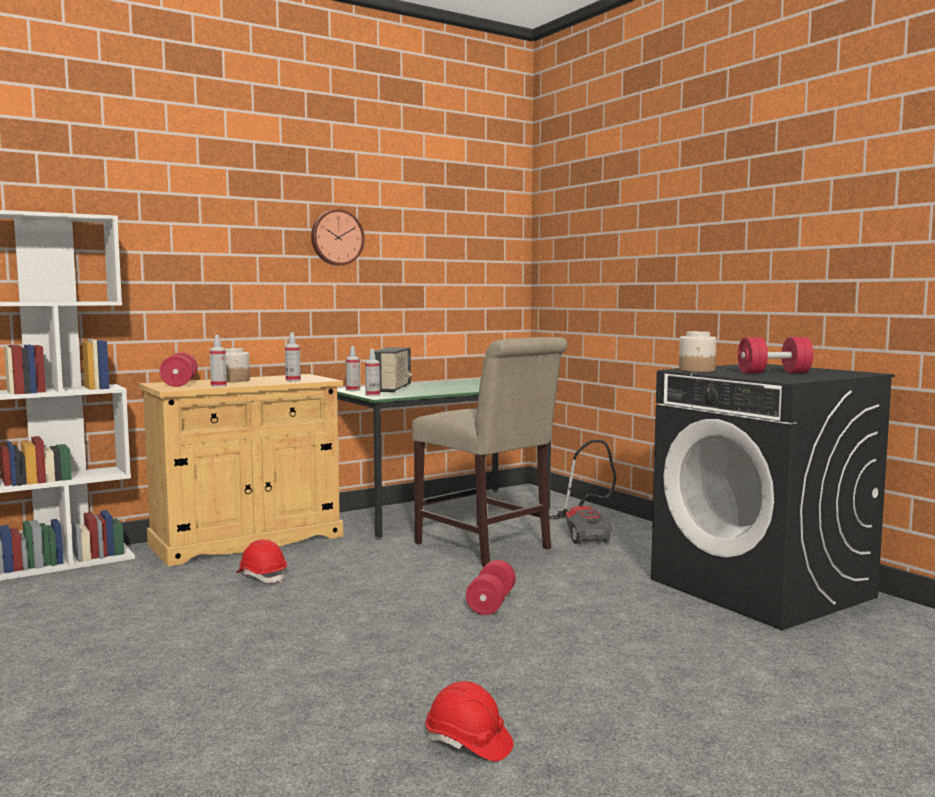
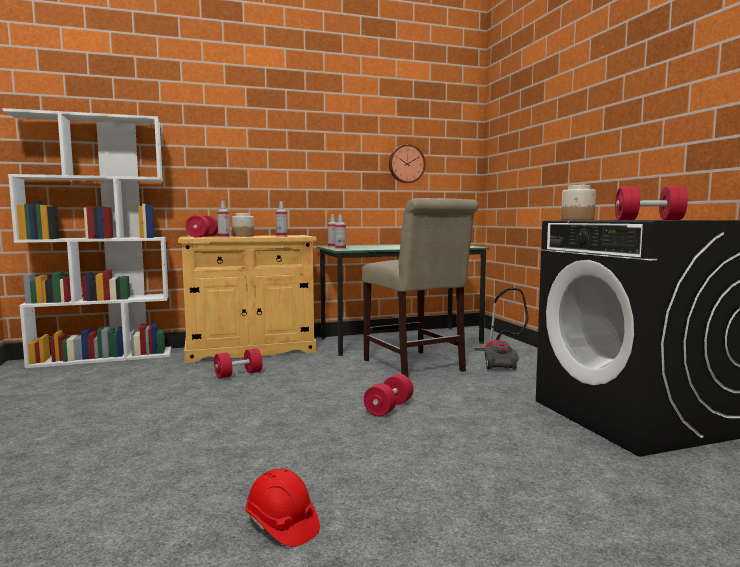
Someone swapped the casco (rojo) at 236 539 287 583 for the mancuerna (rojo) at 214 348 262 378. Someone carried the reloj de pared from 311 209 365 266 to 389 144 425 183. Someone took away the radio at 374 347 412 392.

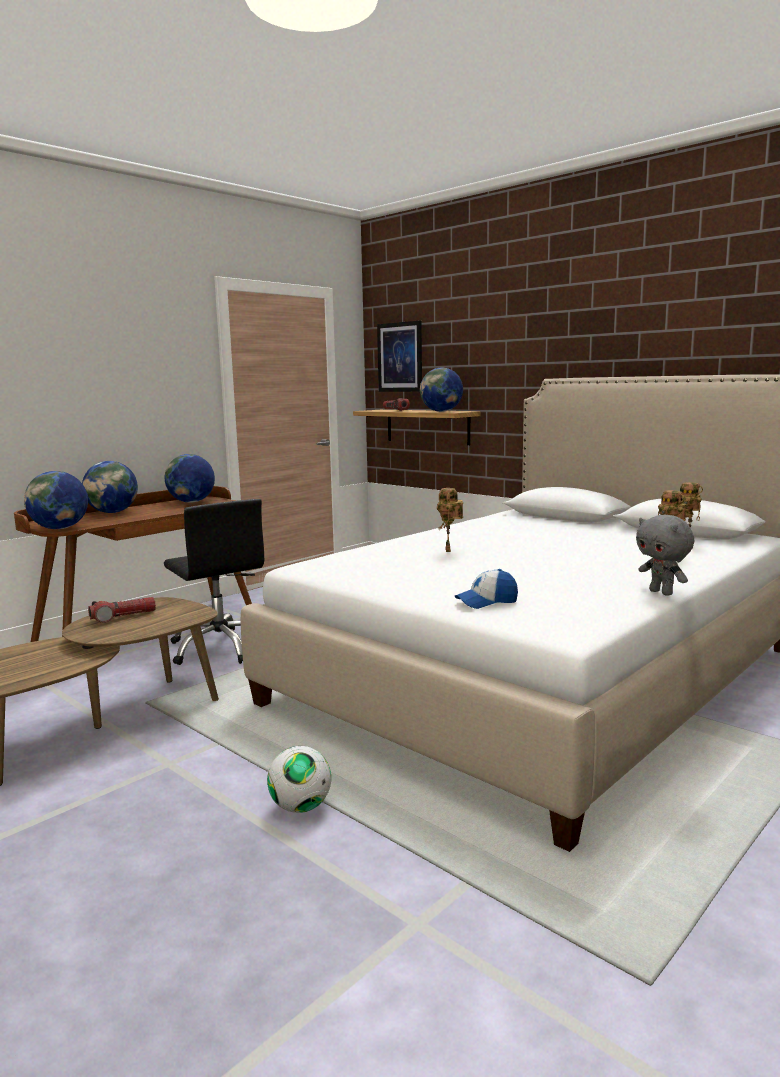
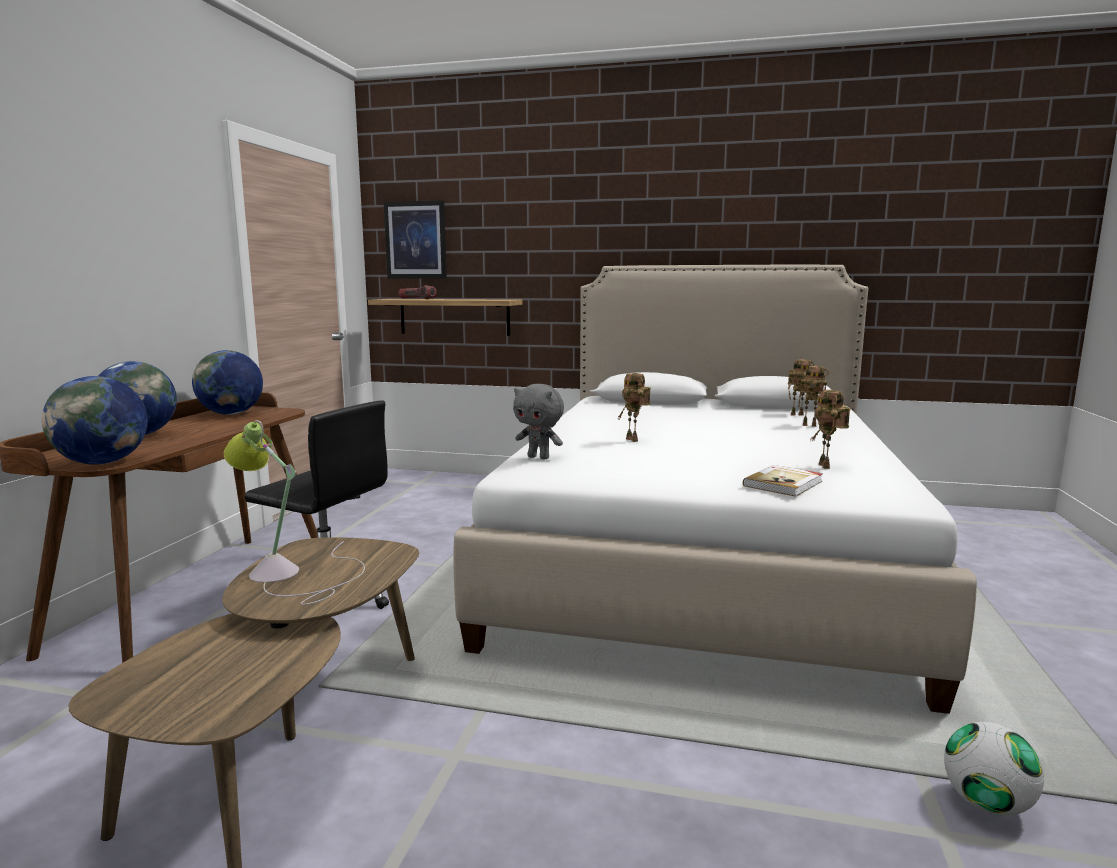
Someone swapped the linterna at 88 597 156 623 for the lámpara de mesa at 224 420 365 605. Someone carried the peluche (gris) from 636 515 694 596 to 513 384 564 459. Someone swapped the gorra at 455 569 518 609 for the libro at 743 465 823 497. Someone put down the robot de juguete at 810 390 851 469. Someone carried the balón de fútbol from 267 746 331 813 to 944 722 1044 816. Someone took away the globo terráqueo at 420 368 463 412.

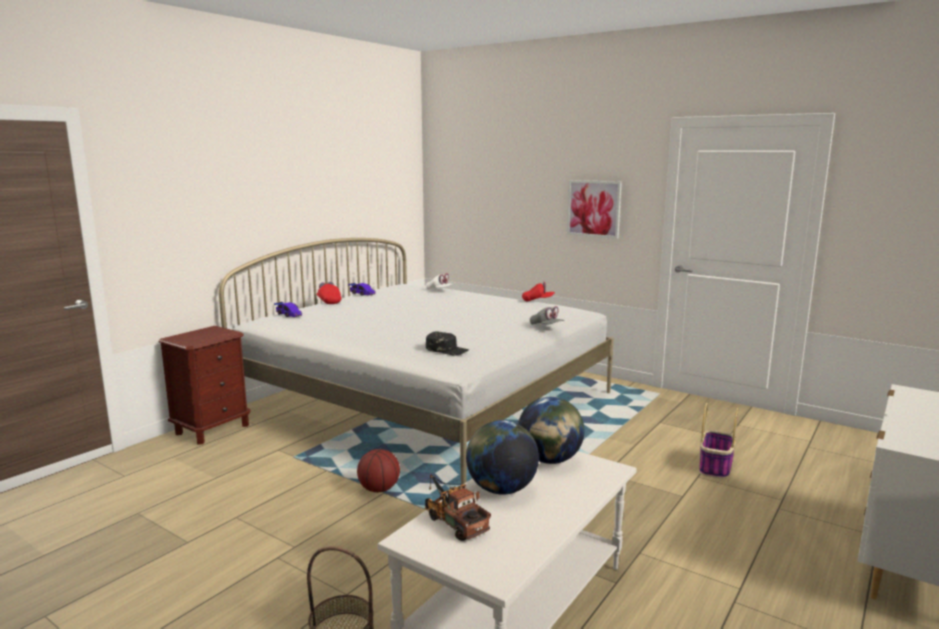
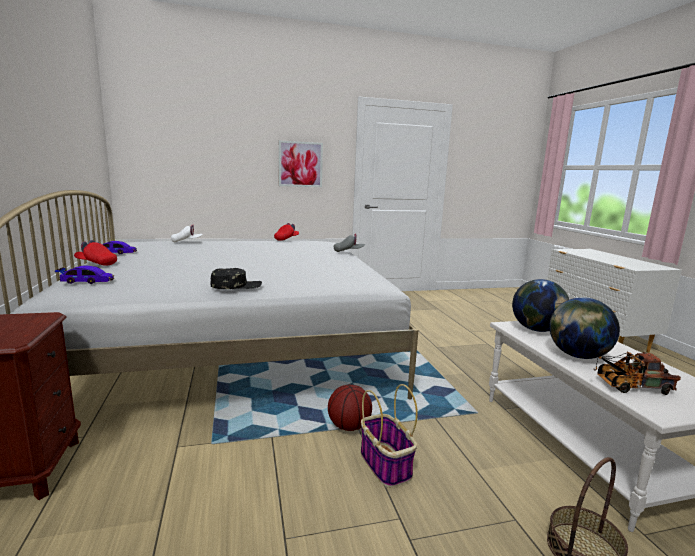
Someone carried the gorra (negro) from 426 331 469 356 to 210 268 262 289. Someone carried the cesta from 699 403 738 479 to 361 384 418 488.

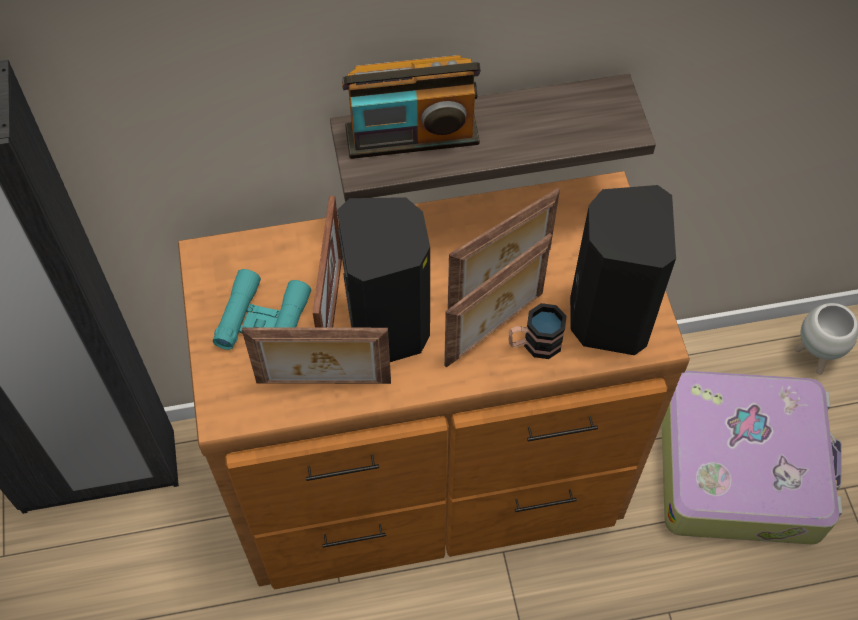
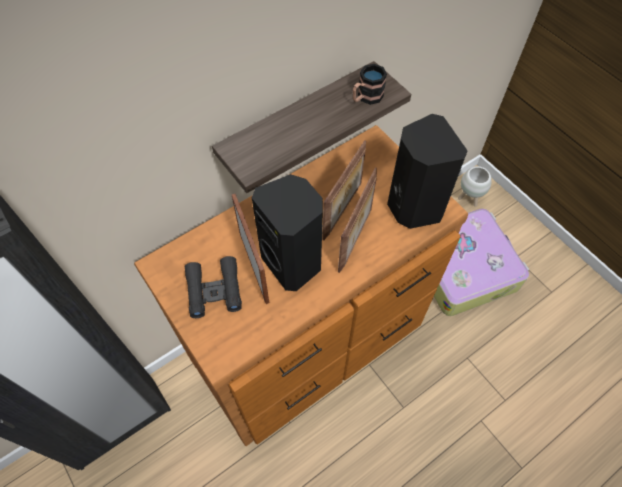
Someone repainted the prismáticos (turquesa) at 213 269 311 350, which became the prismáticos (negro) at 185 256 242 318. Someone carried the taza grande from 509 303 566 359 to 353 64 387 105. Someone took away the portarretratos at 242 327 391 384. Someone took away the radio at 342 55 481 159.

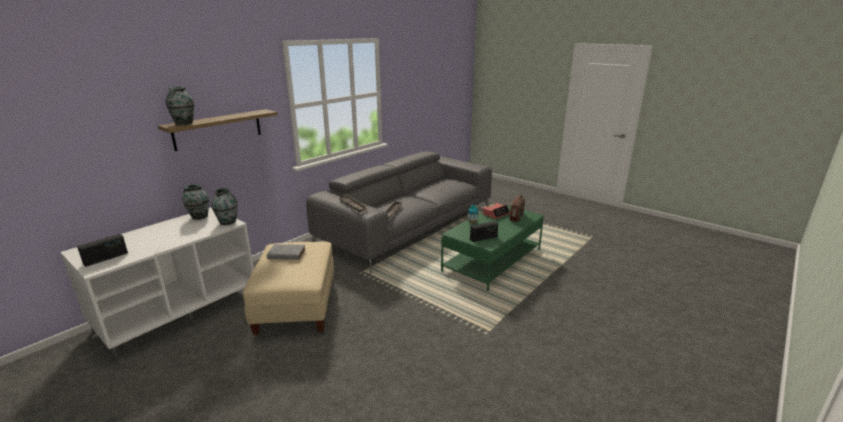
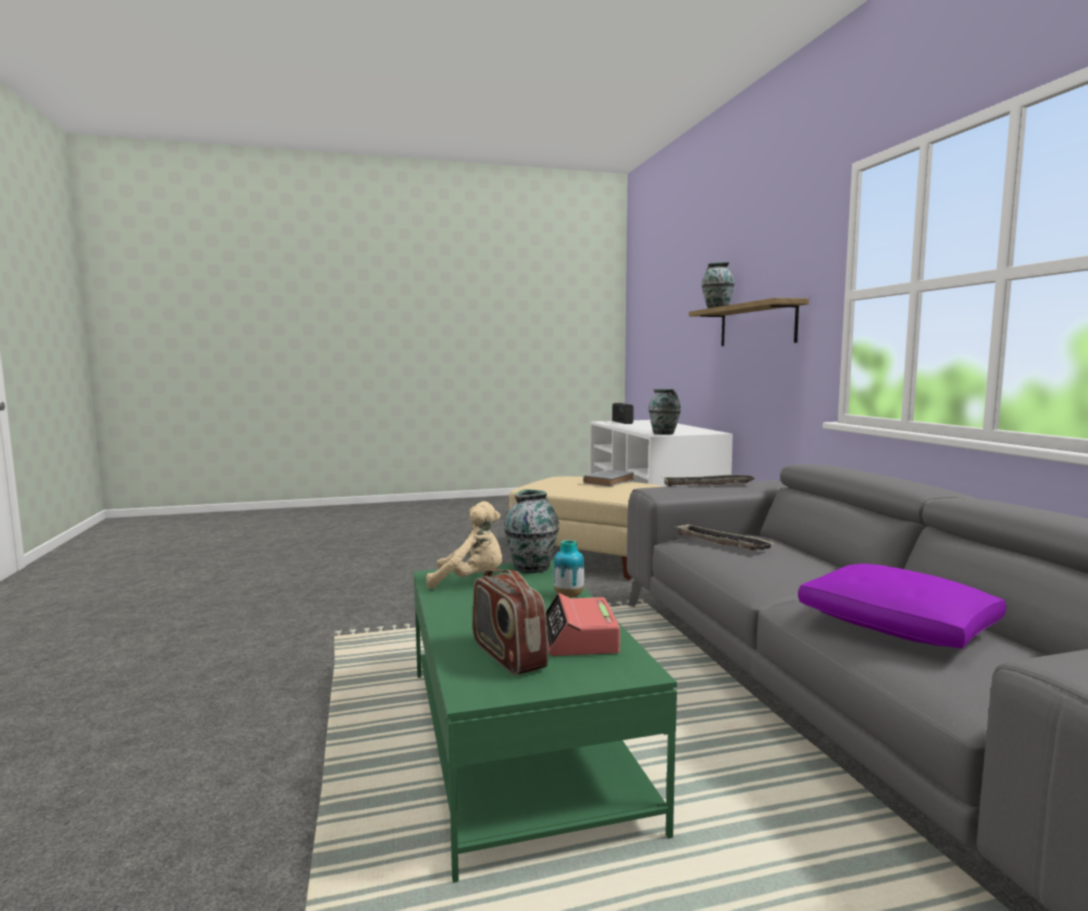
Someone swapped the radio at 470 221 498 242 for the peluche (beis) at 426 501 502 589. Someone carried the florero from 182 184 209 220 to 504 490 559 573. Someone put down the cojín (morado) at 798 564 1006 649.

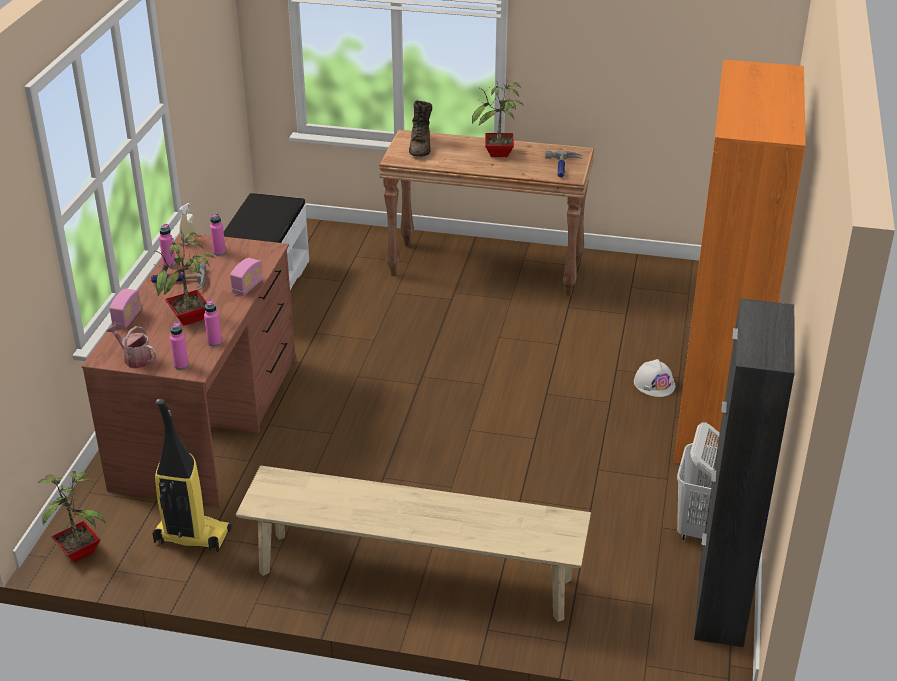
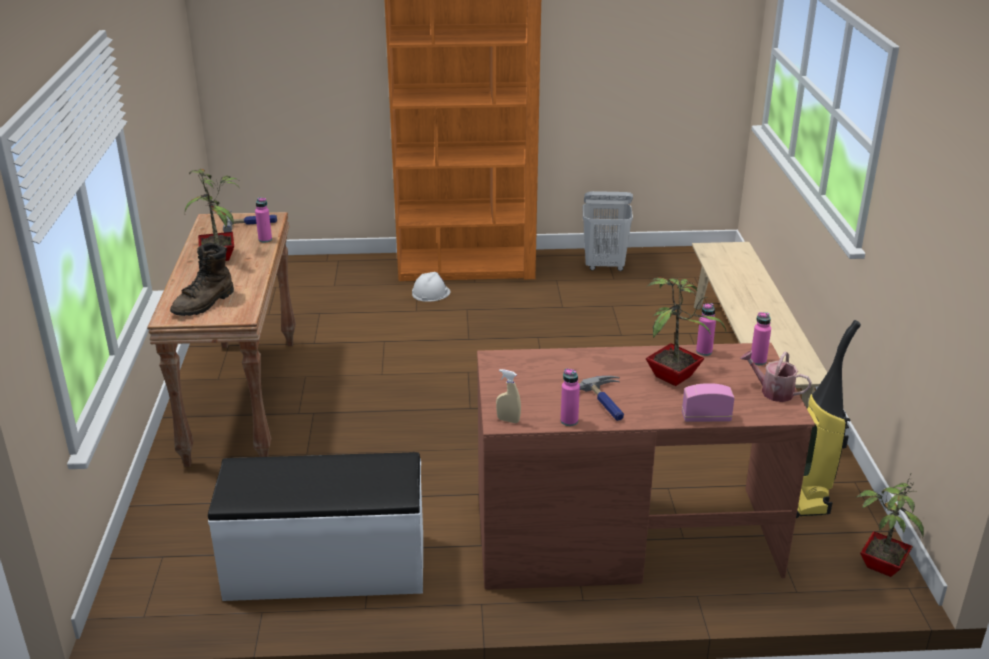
Someone rotated the bota (marrón) at 409 101 432 157 by 135 degrees clockwise. Someone carried the botella (rosa) from 210 213 226 255 to 255 198 272 243. Someone rotated the regadera at 107 324 157 368 by 105 degrees clockwise. Someone took away the radio at 230 258 263 296. Someone took away the armario (negro) at 694 298 795 647.

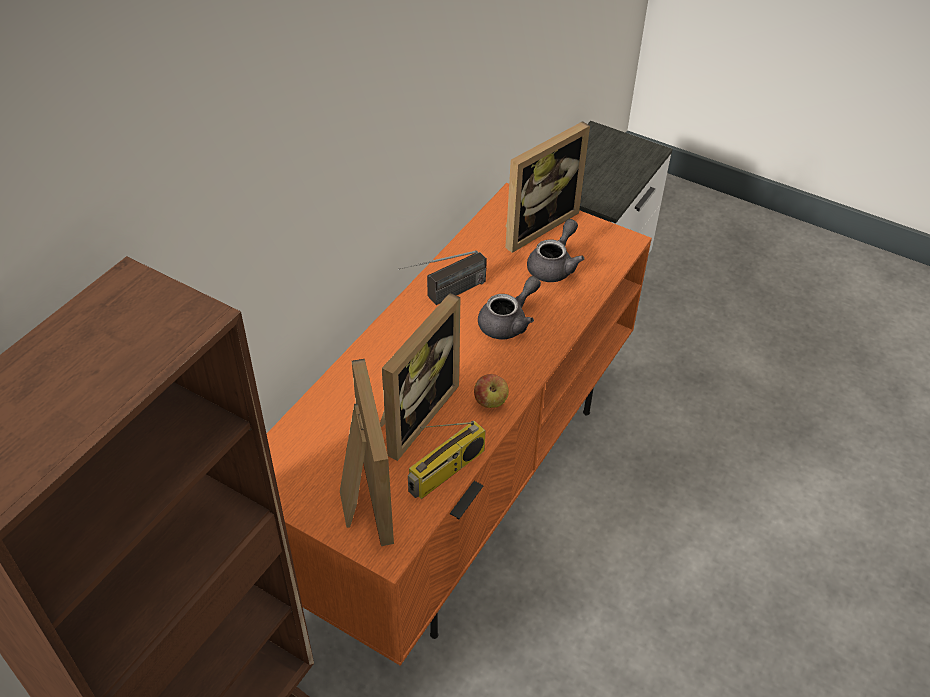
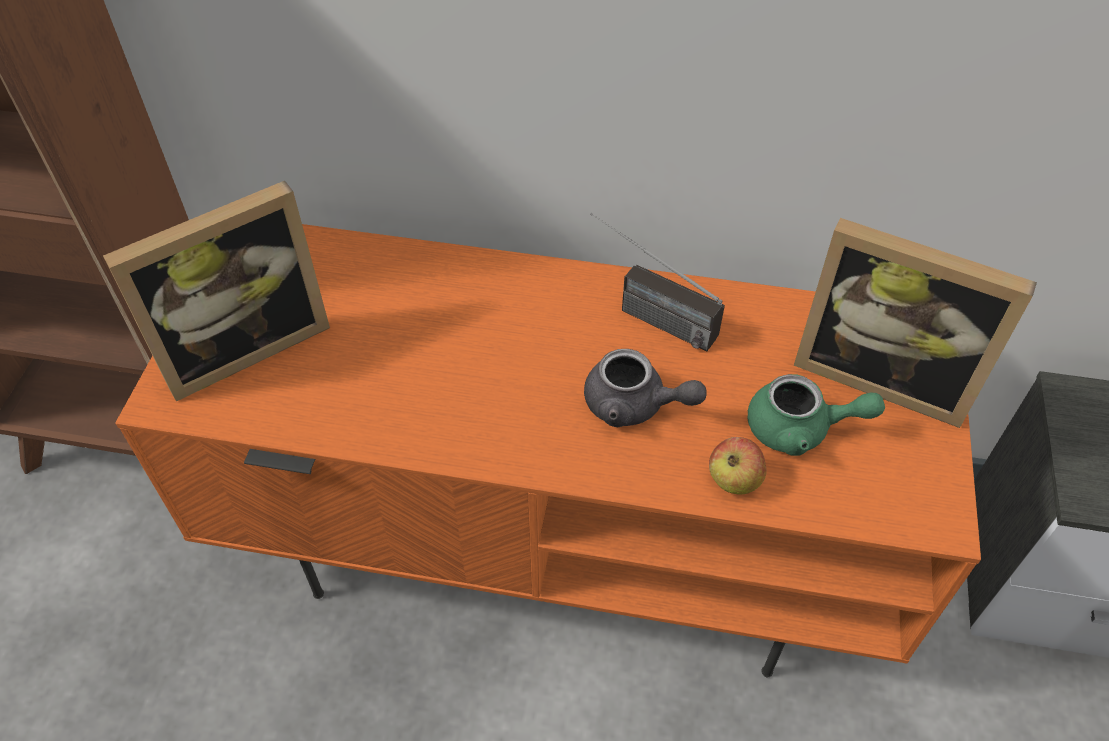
Someone carried the manzana from 474 374 509 408 to 709 437 767 495. Someone repainted the tetera (gris) at 527 219 584 282, which became the tetera (verde) at 747 374 885 456. Someone took away the portarretratos at 380 293 460 461. Someone took away the radio at 408 421 486 499.

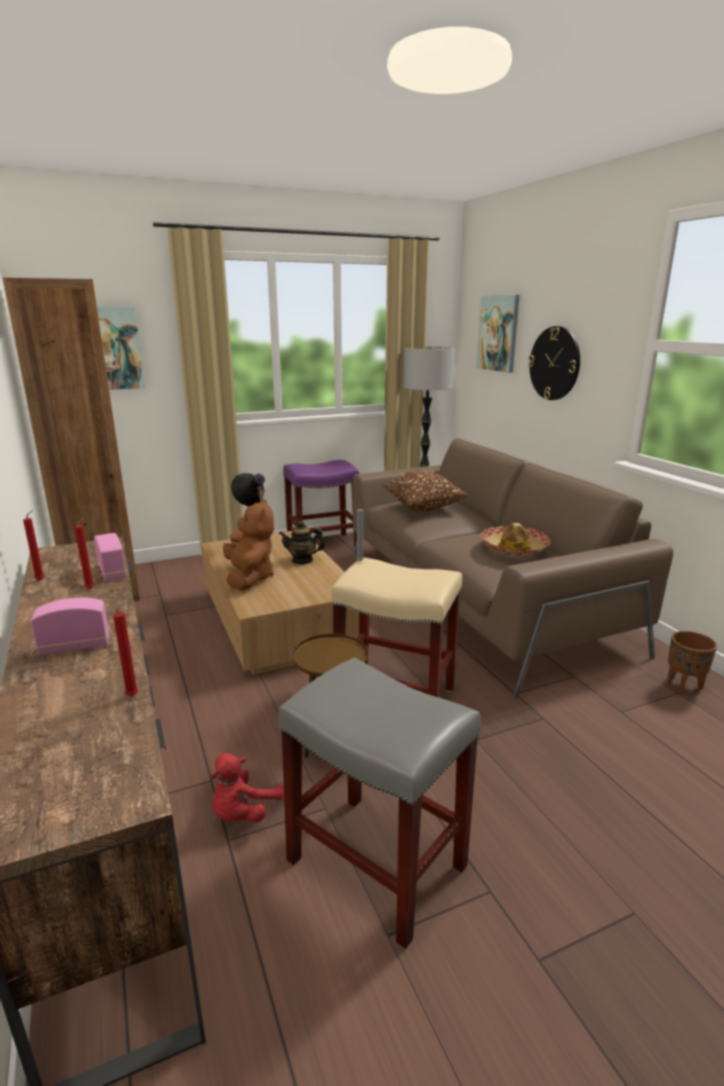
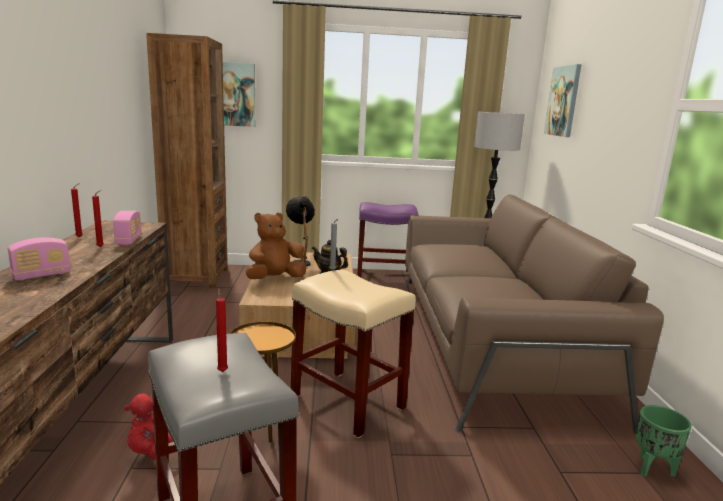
Someone rotated the radio at 31 598 109 655 by 135 degrees clockwise. Someone carried the vela (rojo) from 112 601 138 696 to 216 288 228 372. Someone rotated the peluche (marrón) at 223 499 274 590 by 135 degrees counterclockwise. Someone repainted the maceta (marrón) at 668 631 717 696, which became the maceta (verde) at 636 405 692 477. Someone took away the cojín (marrón) at 383 471 468 512. Someone took away the sombrero at 480 523 551 556. Someone took away the reloj de pared at 528 326 580 400.

